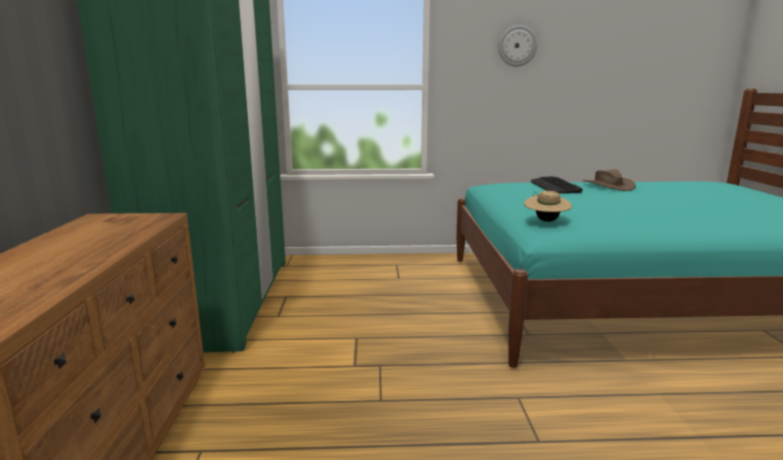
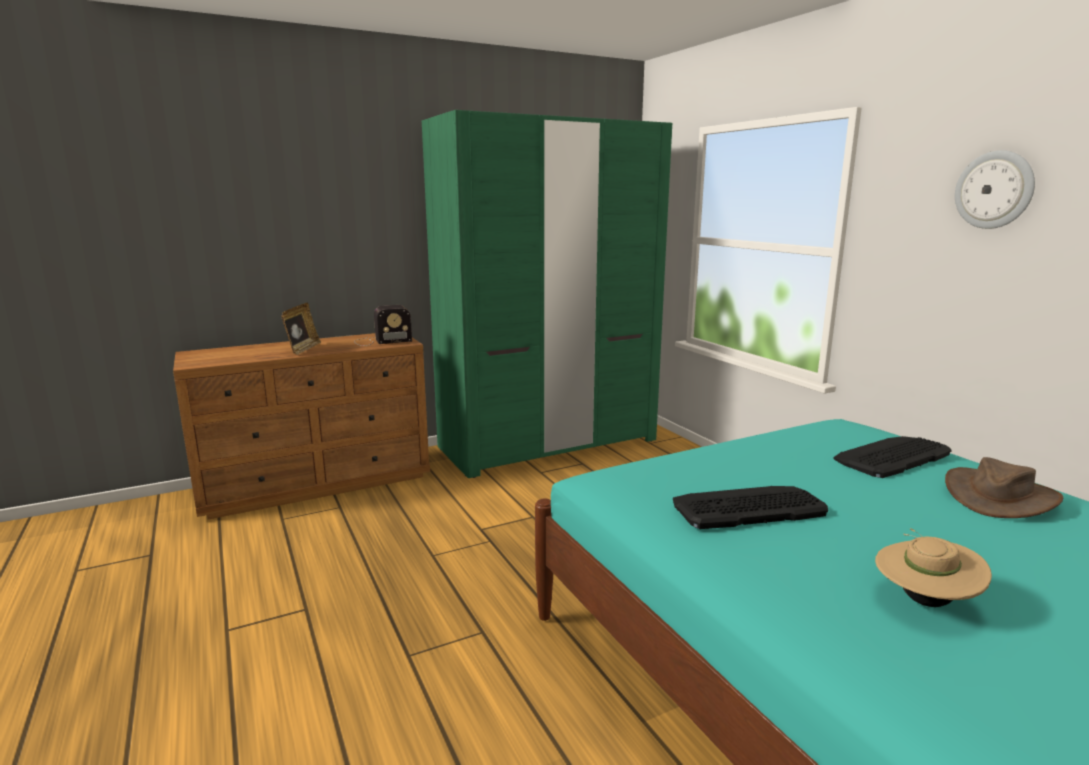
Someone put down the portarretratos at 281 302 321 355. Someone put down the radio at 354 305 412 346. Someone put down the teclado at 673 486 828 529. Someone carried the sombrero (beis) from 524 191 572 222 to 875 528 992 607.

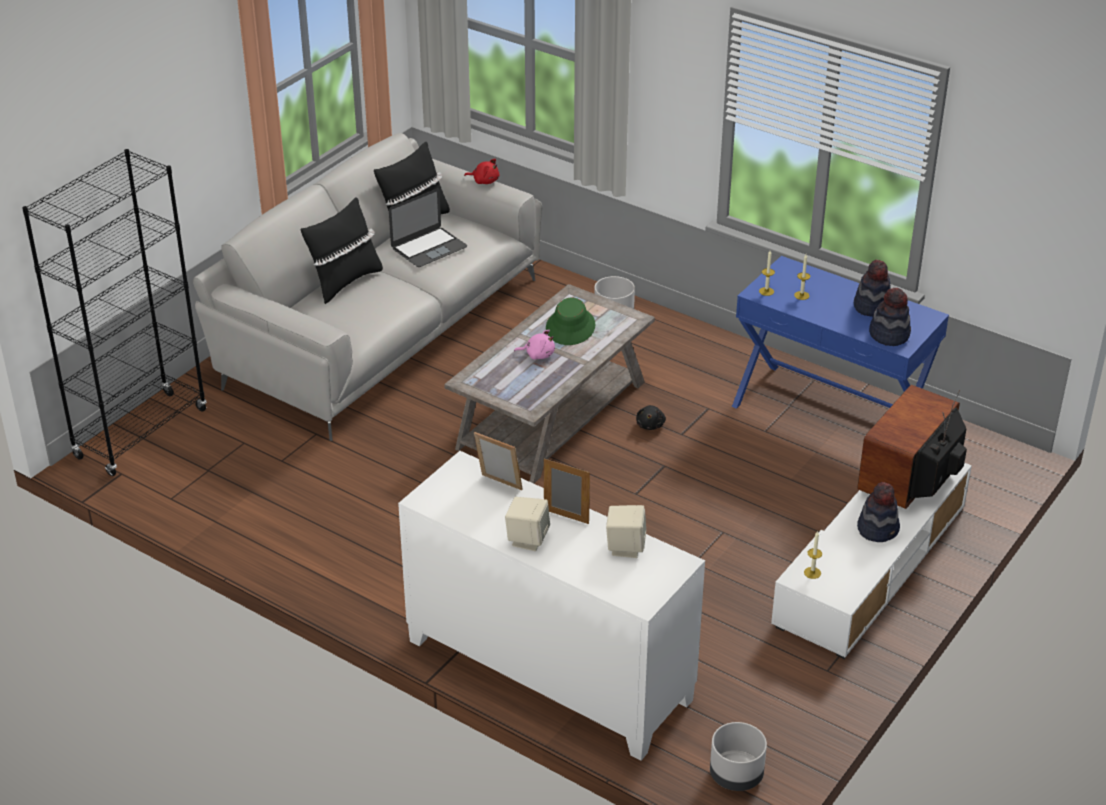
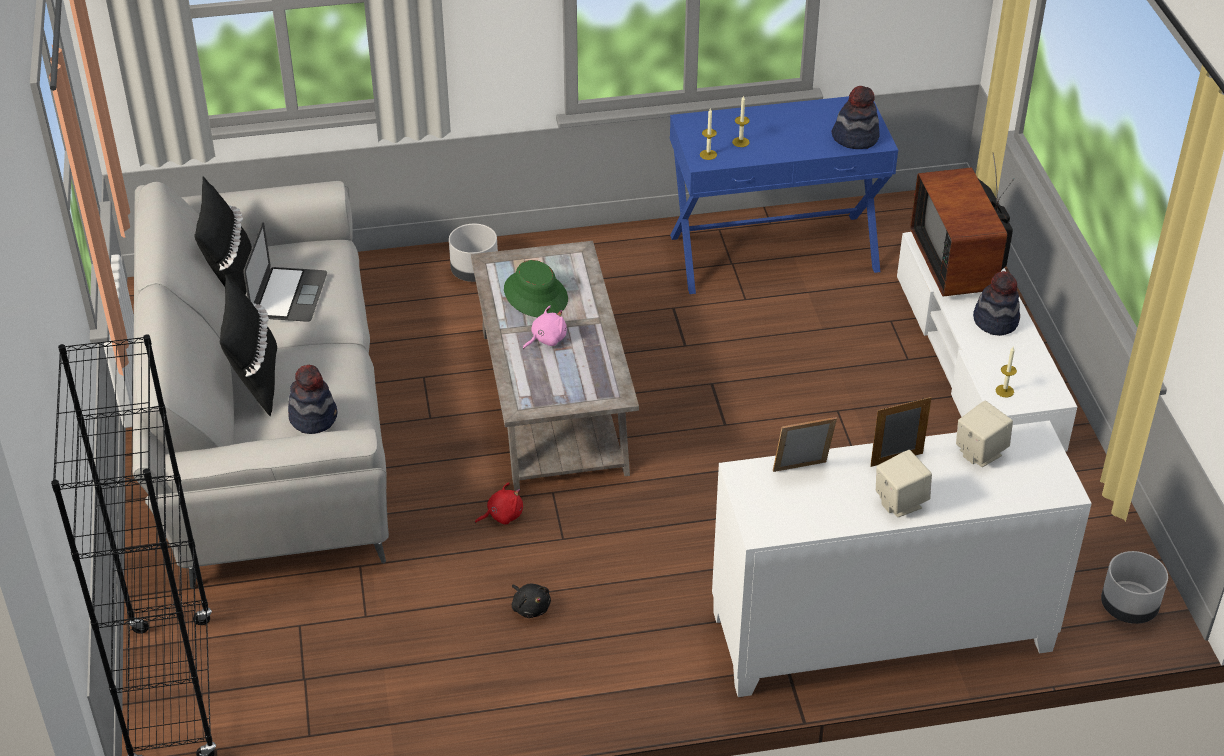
Someone carried the sombrero from 854 260 891 317 to 288 365 338 434. Someone carried the peluche (rojo) from 464 159 499 184 to 475 482 523 525. Someone carried the peluche (negro) from 636 405 666 430 to 512 584 551 618.

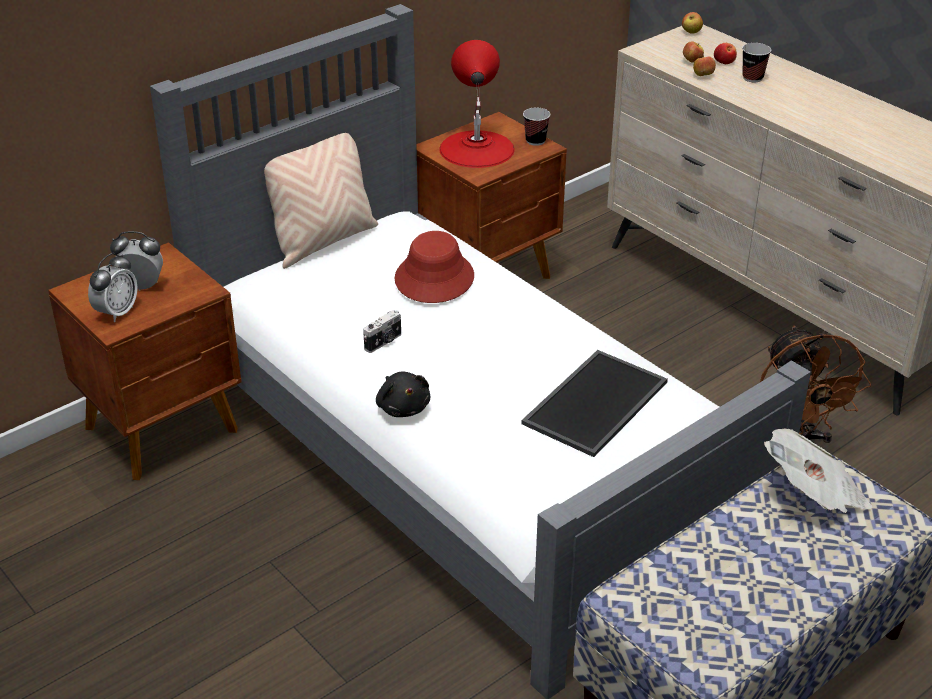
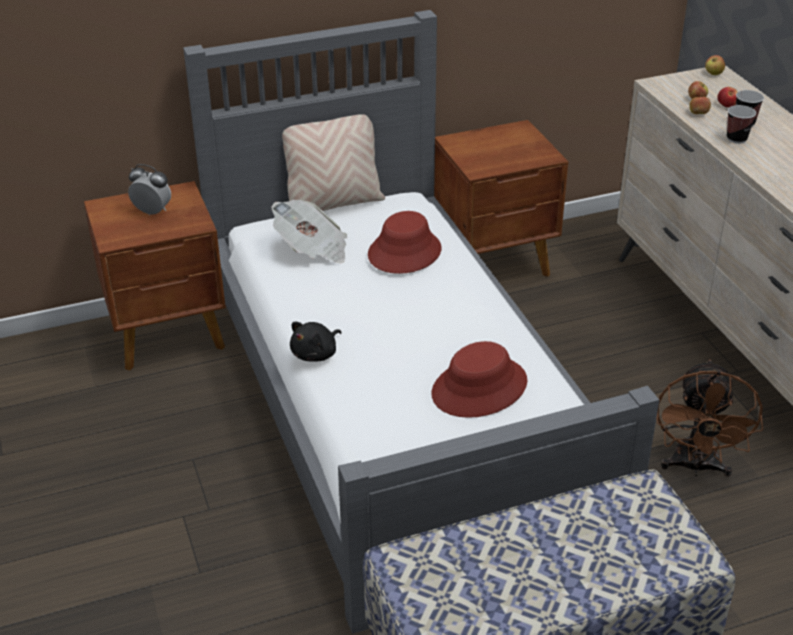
Someone carried the periódico from 764 428 872 513 to 272 200 347 263. Someone rotated the peluche (negro) at 376 372 430 417 by 45 degrees clockwise. Someone swapped the bandeja at 521 350 668 457 for the sombrero (rojo) at 431 341 527 418. Someone carried the taza from 523 107 550 146 to 727 105 756 144. Someone took away the despertador at 88 253 138 322. Someone took away the cámara at 363 310 401 353. Someone took away the lámpara de mesa (rojo) at 439 40 515 168.

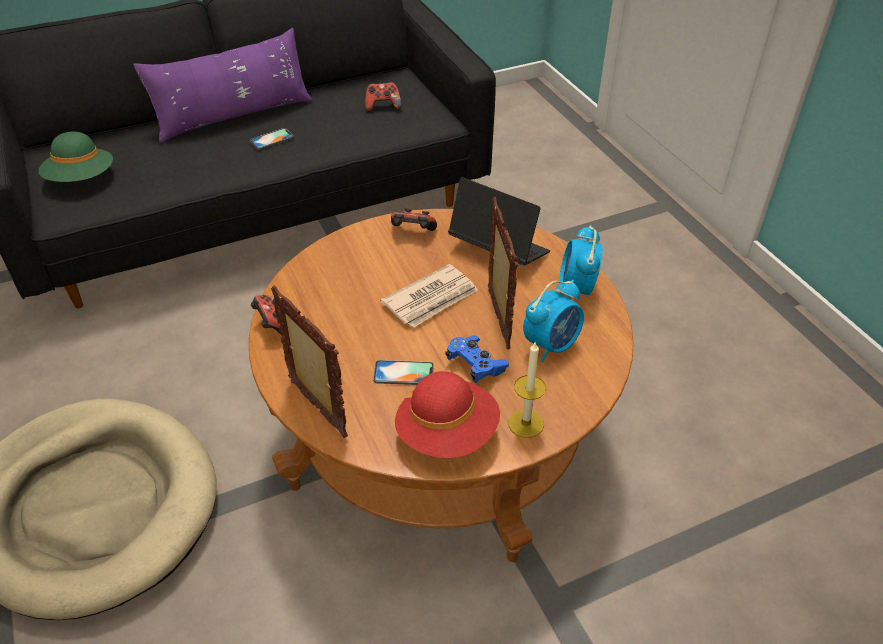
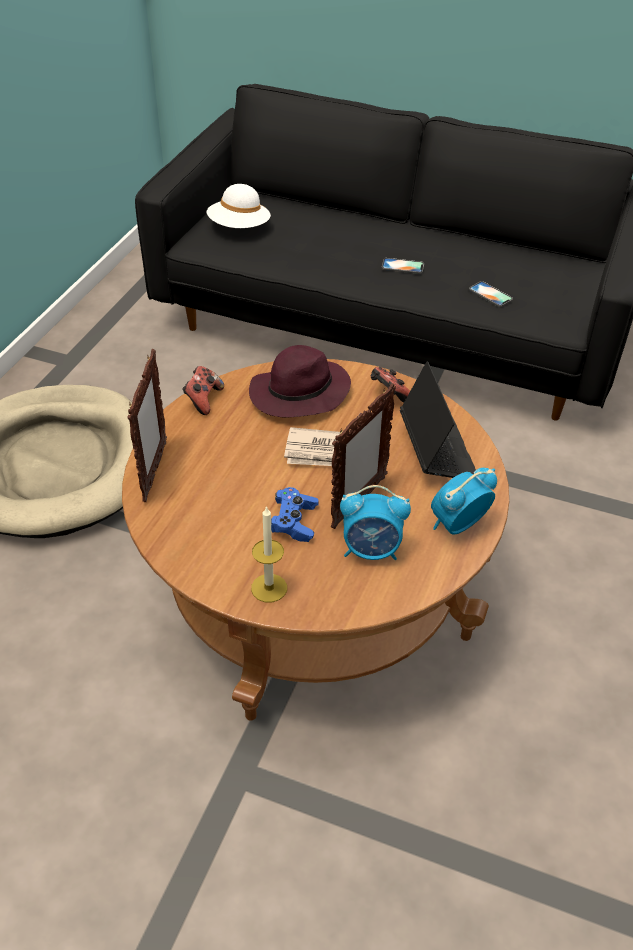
Someone repainted the sombrero (verde) at 39 132 113 182, which became the sombrero (blanco) at 207 184 271 228. Someone put down the sombrero (morado) at 249 345 351 417. Someone carried the móvil from 373 360 434 385 to 469 281 513 307. Someone took away the cojín (morado) at 133 28 312 143. Someone took away the mando de consola at 365 82 402 112. Someone took away the sombrero (rojo) at 395 371 500 458.

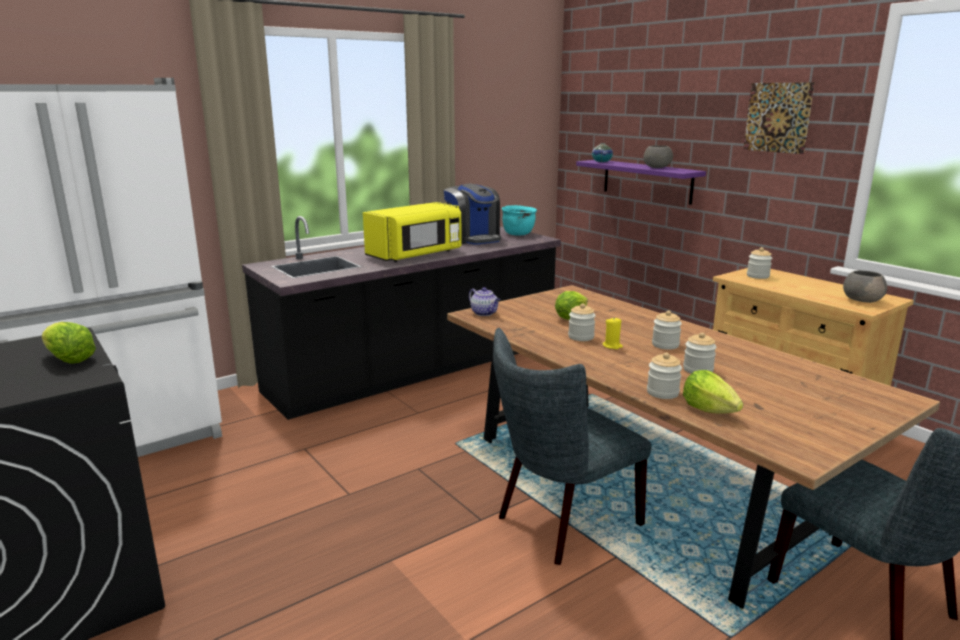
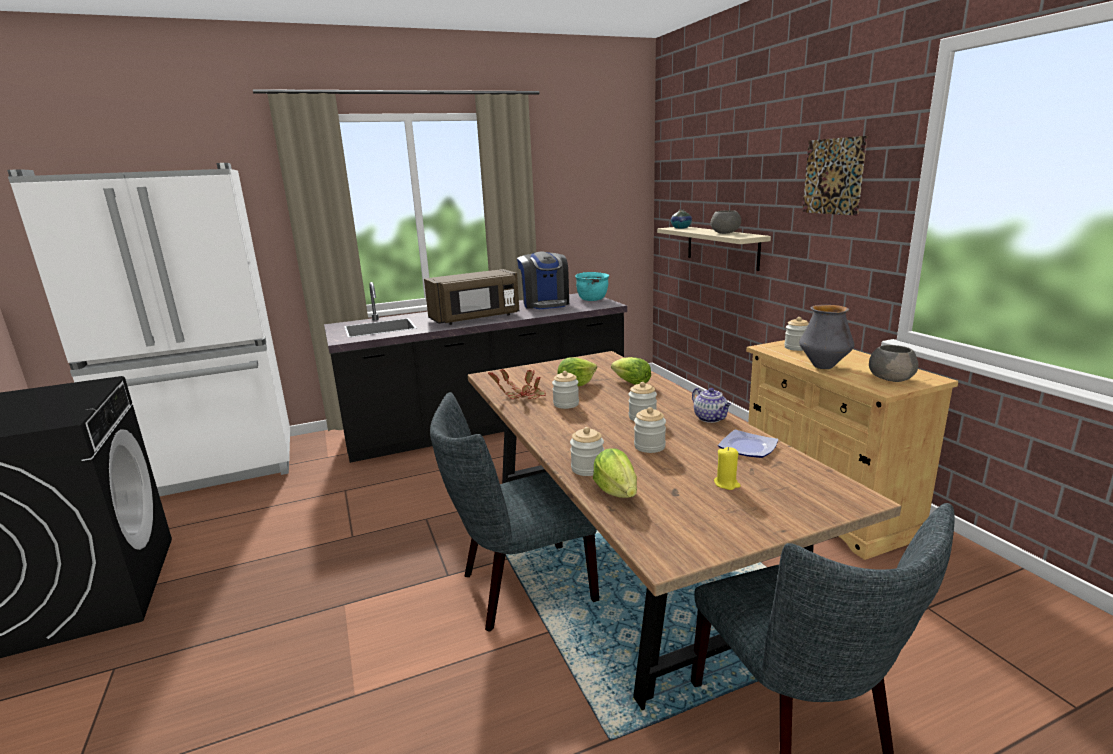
Someone repainted the microondas (amarillo) at 363 202 462 262, which became the microondas (marrón) at 424 269 519 325. Someone put down the planta en maceta at 488 369 546 399. Someone carried the lechuga from 42 322 96 364 to 611 357 651 385. Someone repainted the estante (morado) at 576 160 706 205, which became the estante (beis) at 657 227 771 271. Someone carried the tetera from 469 287 500 316 to 692 388 731 423. Someone carried the vela (amarillo) from 603 317 623 349 to 714 447 741 490. Someone put down the plato at 718 429 778 458. Someone put down the florero at 799 305 855 369.

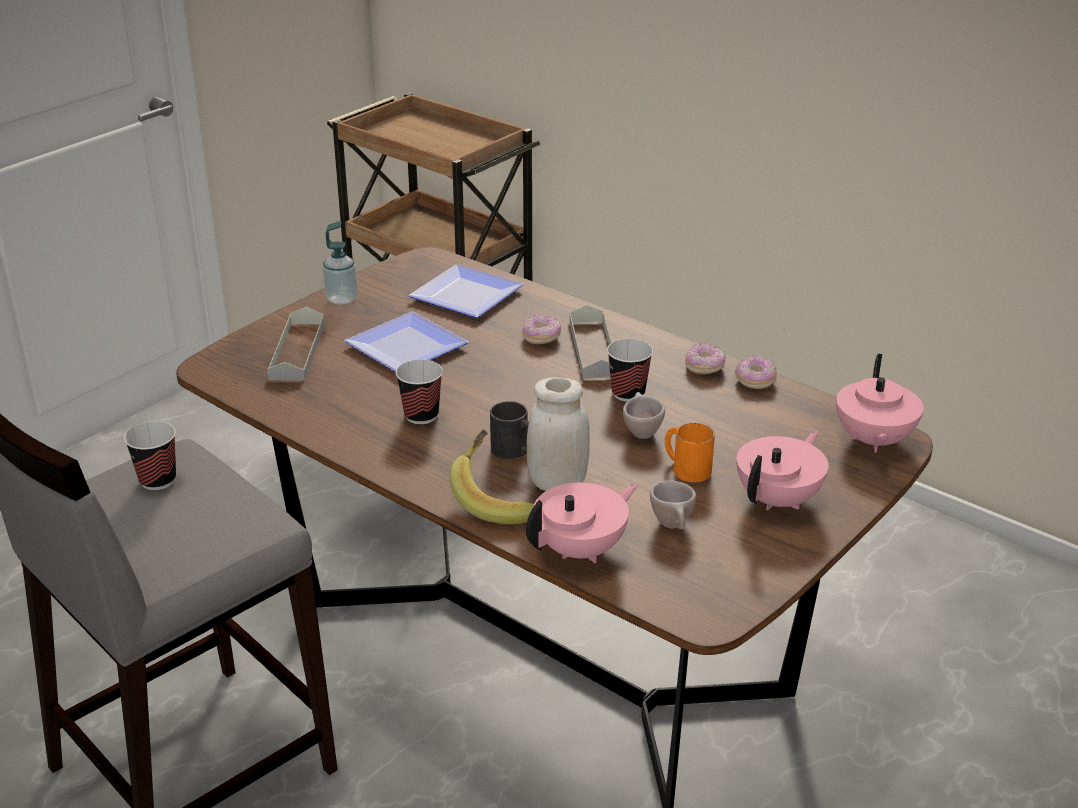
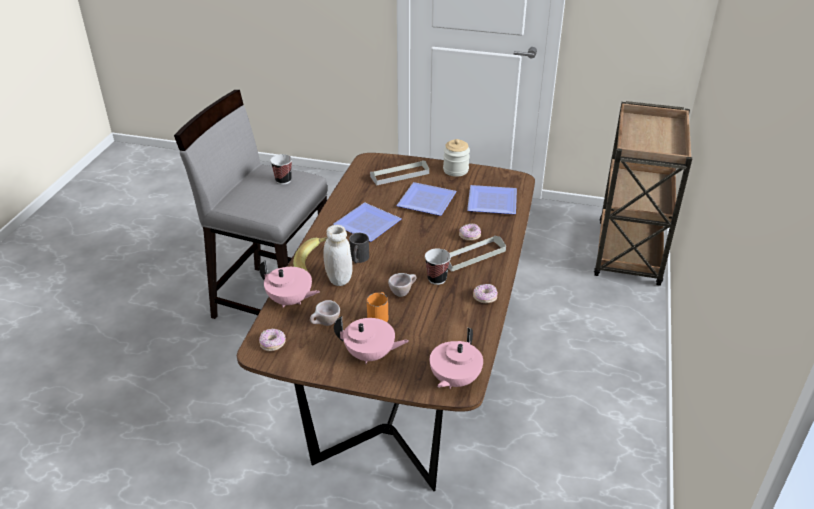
Someone carried the rosquilla from 735 356 777 389 to 259 329 286 351. Someone swapped the taza at 396 359 443 424 for the plato at 333 203 402 242. Someone rotated the tetera (rosa) at 836 354 924 453 by 45 degrees counterclockwise. Someone swapped the dispensador de jabón at 322 221 358 305 for the tarro at 443 139 470 177.

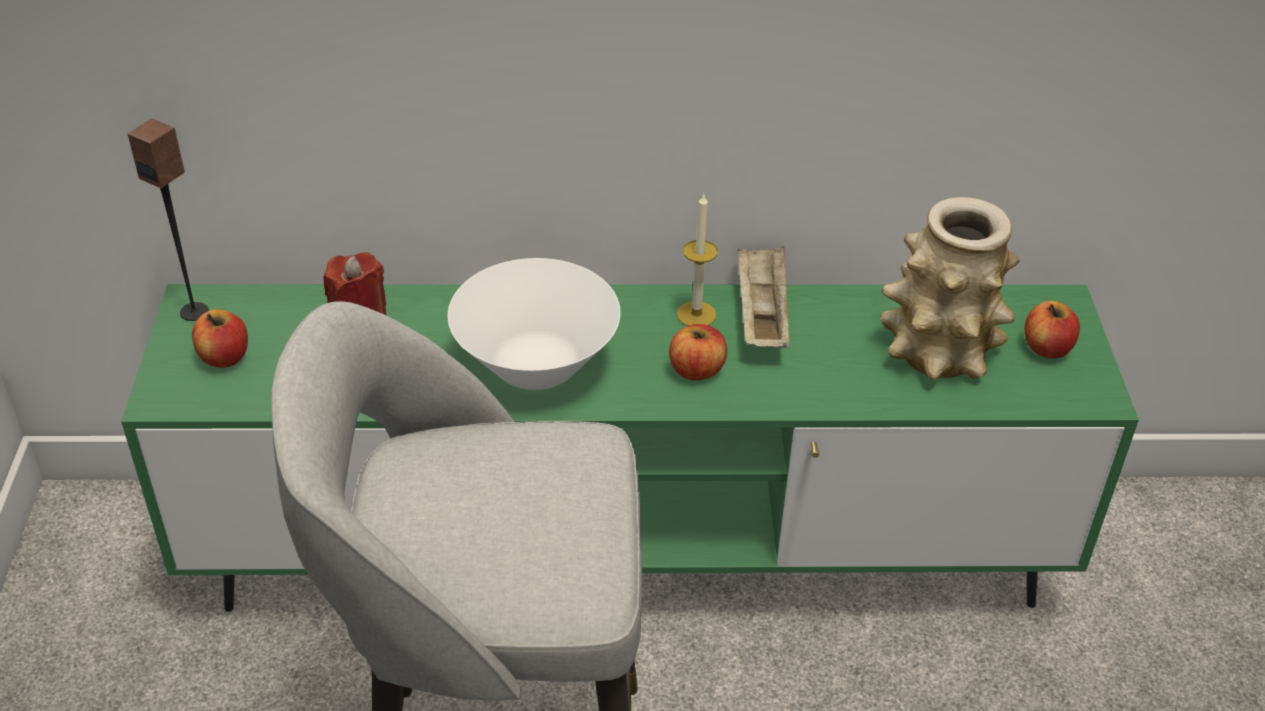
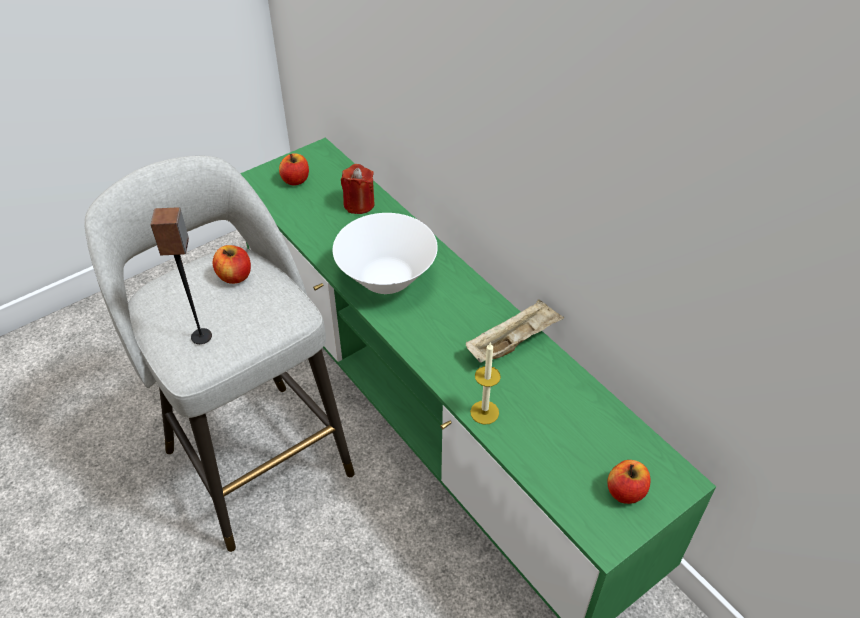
Someone carried the altavoz from 128 118 209 321 to 150 207 212 344. Someone carried the manzana from 669 324 727 380 to 213 245 251 284. Someone carried the vela from 677 194 718 326 to 470 342 501 424. Someone took away the florero at 880 197 1020 380.

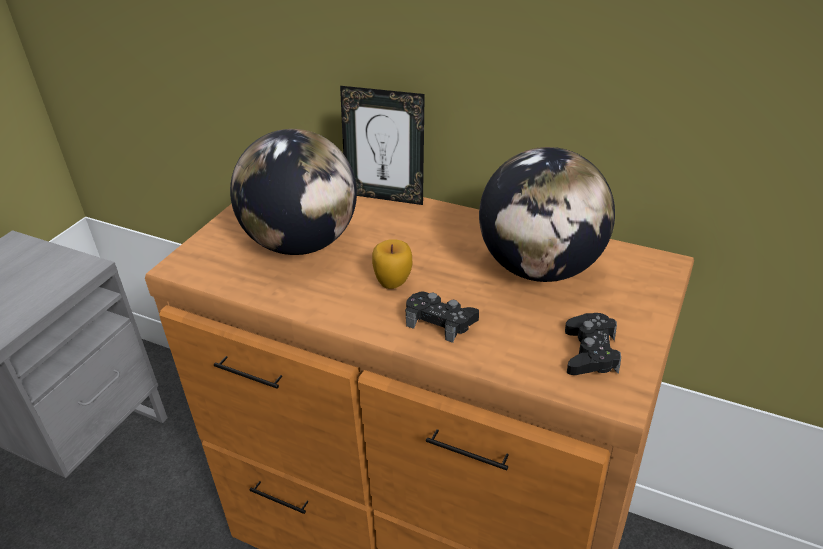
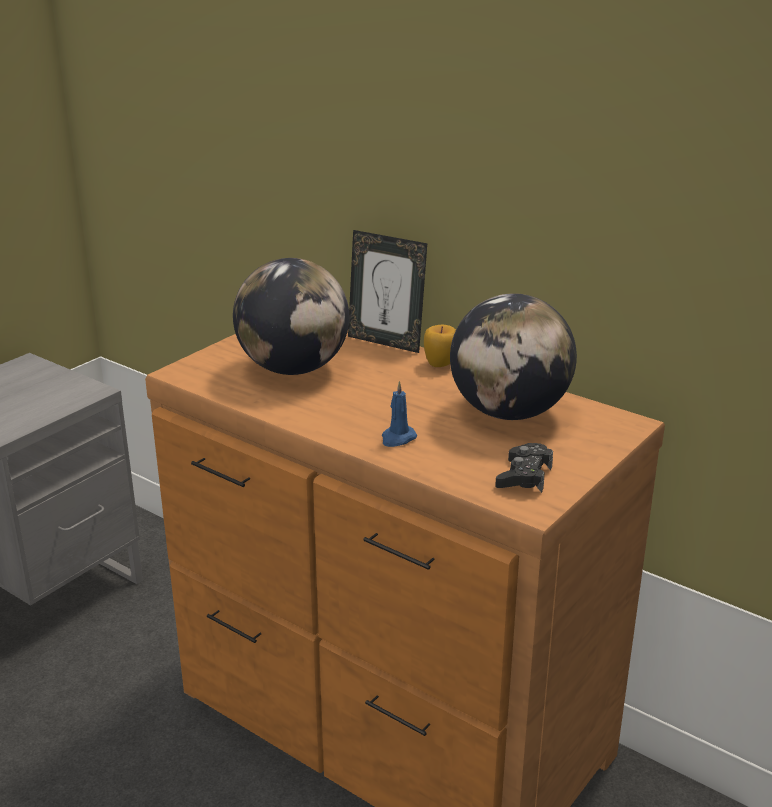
Someone swapped the mando de consola (negro) at 405 291 479 343 for the vela (azul) at 382 381 417 447. Someone carried the manzana from 372 239 413 289 to 424 324 456 367.

